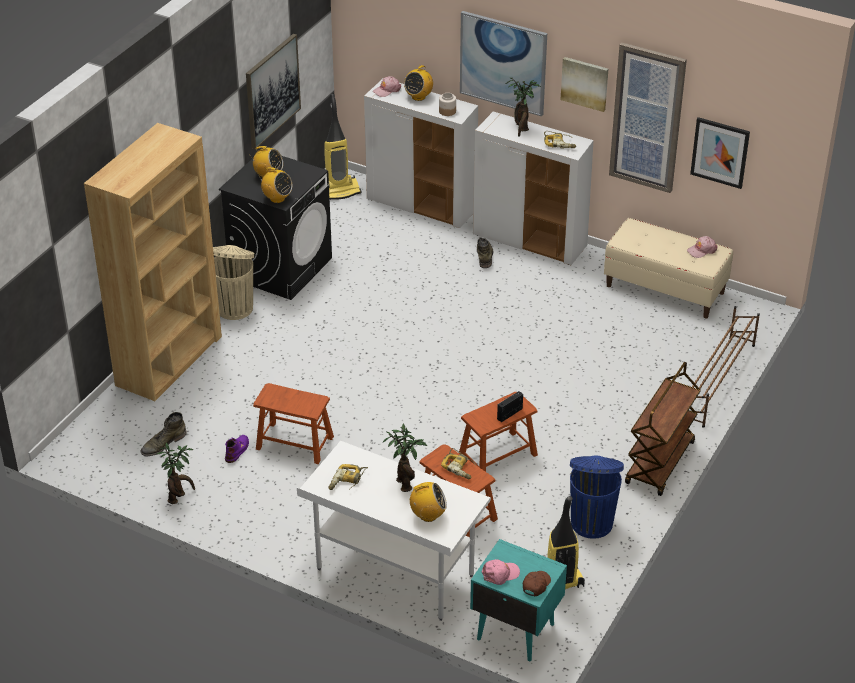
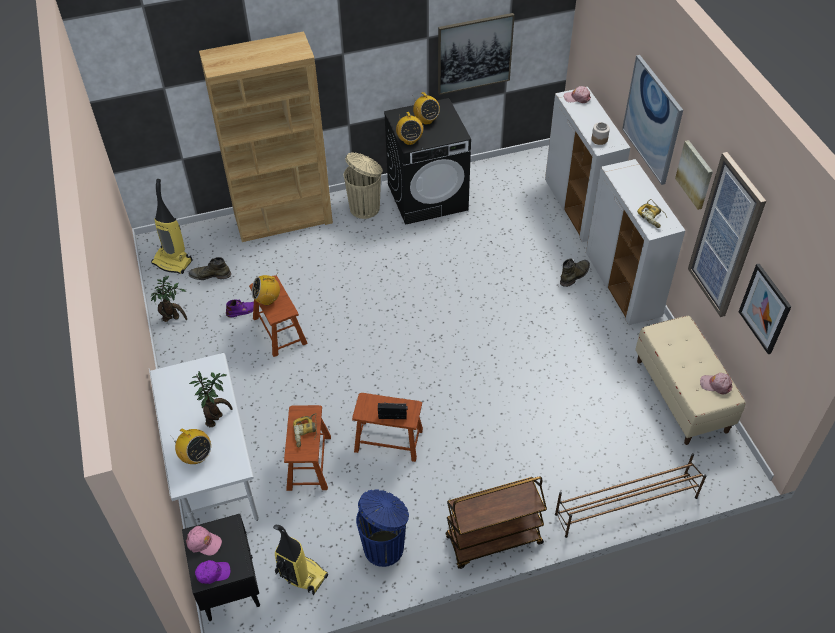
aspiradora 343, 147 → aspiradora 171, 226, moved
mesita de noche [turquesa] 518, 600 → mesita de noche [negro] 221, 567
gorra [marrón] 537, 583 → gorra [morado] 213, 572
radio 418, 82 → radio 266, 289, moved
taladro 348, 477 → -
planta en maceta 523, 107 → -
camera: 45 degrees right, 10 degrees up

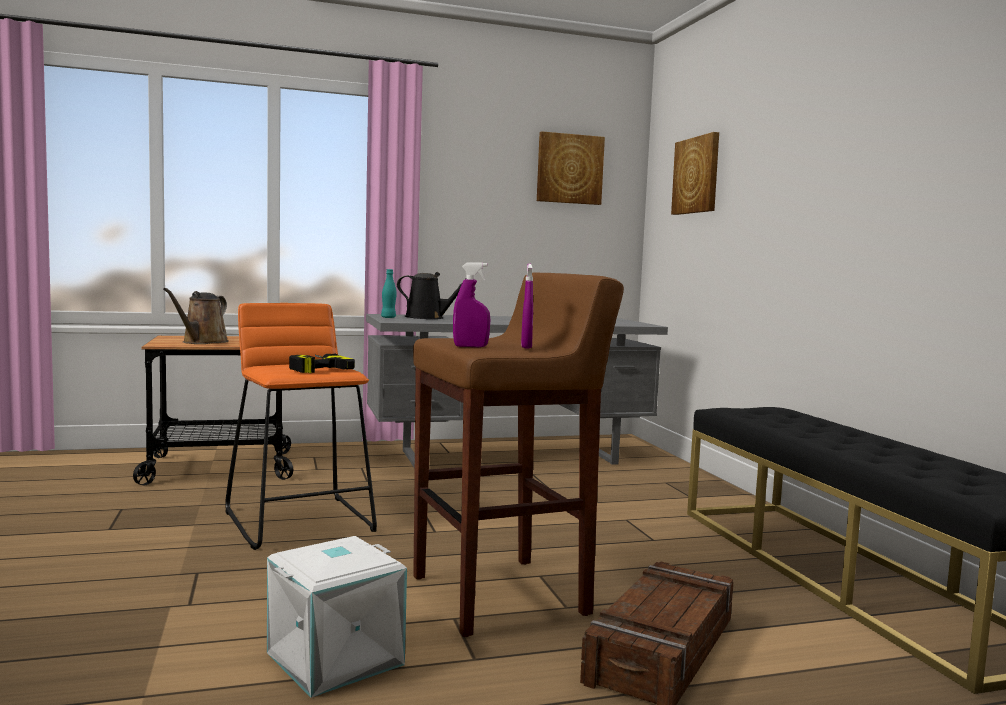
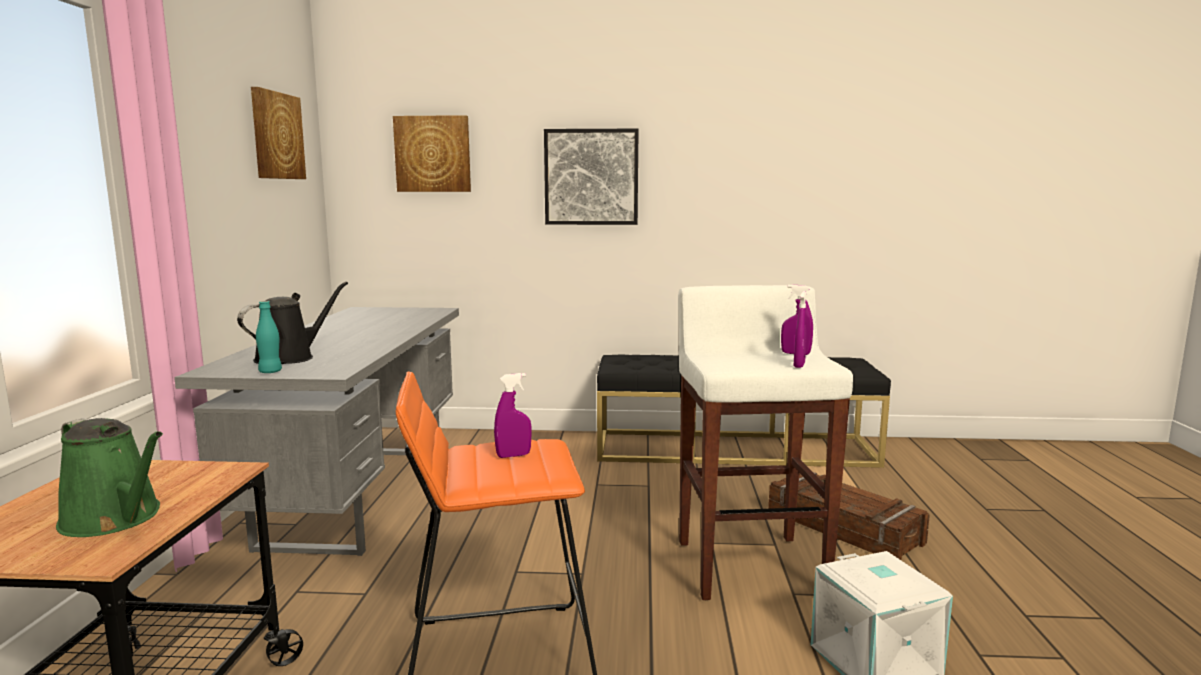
regadera [marrón] 196, 316 → regadera [verde] 109, 477
taladro 322, 363 → pulverizador [morado] 513, 415
- → cuadro 591, 177
taburete [marrón] 518, 454 → taburete [blanco] 765, 442
camera: 70 degrees left, 5 degrees up

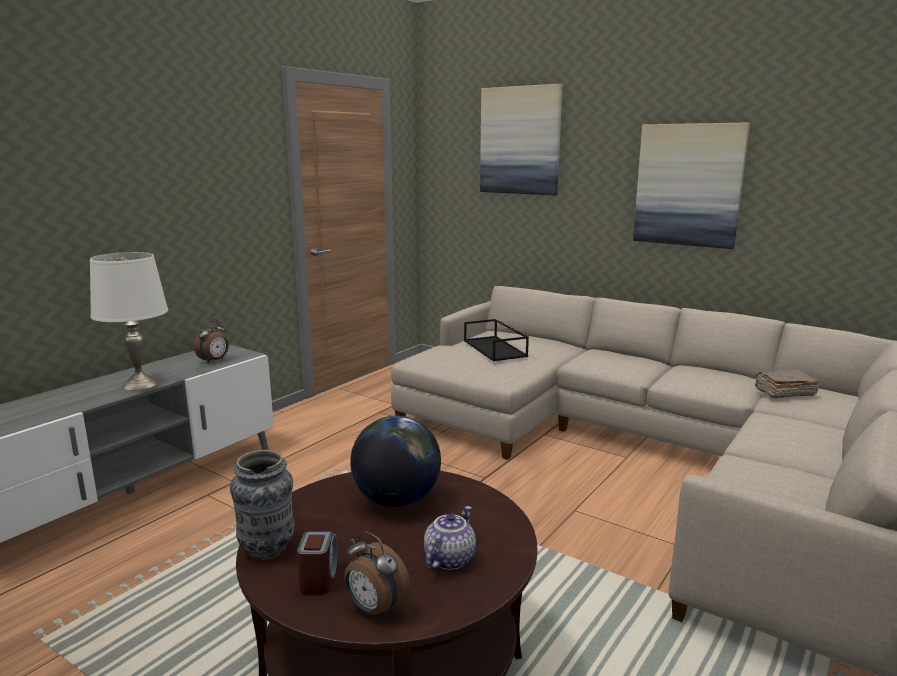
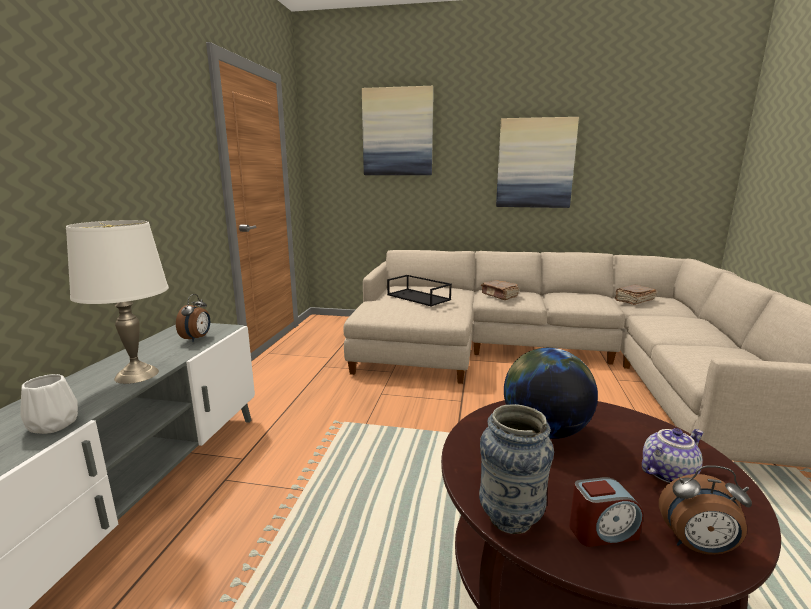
- → florero [blanco] 49, 404
- → libro [marrón] 500, 290
despertador 317, 563 → despertador 606, 512, 105 degrees clockwise
tetera 450, 538 → tetera 673, 455, 60 degrees clockwise
camera: 25 degrees left, 0 degrees up

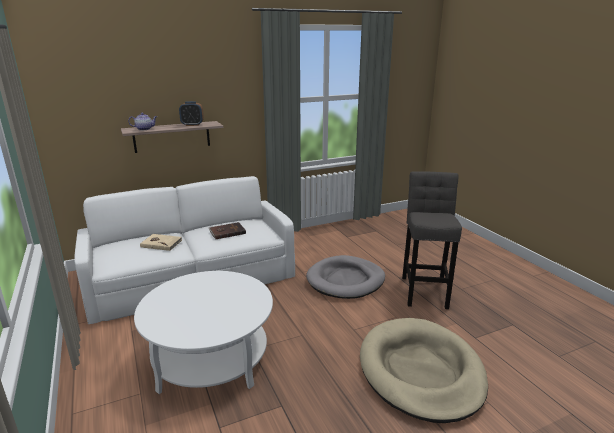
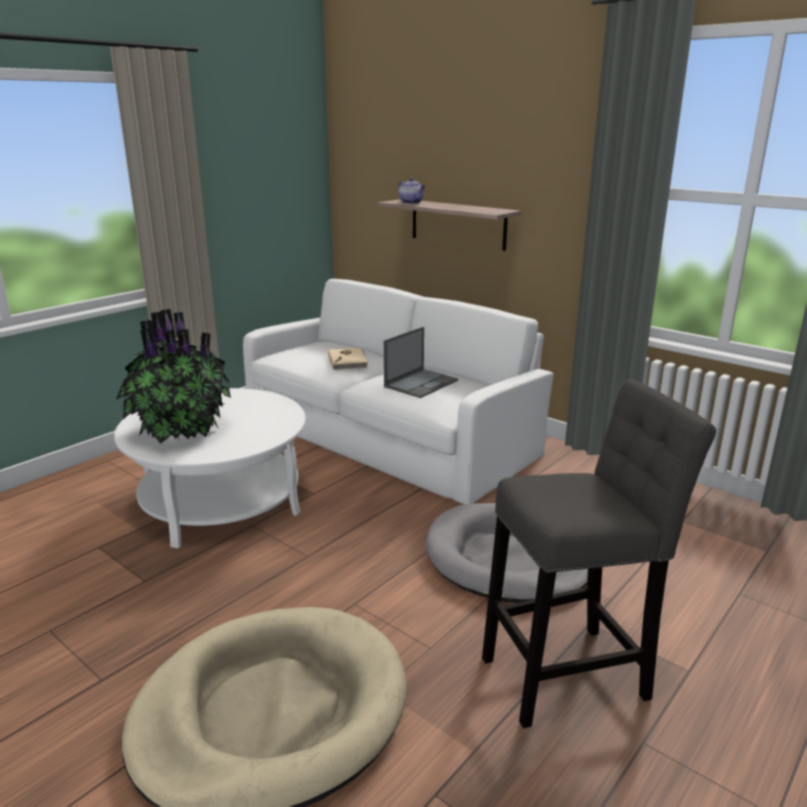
- → planta en maceta 173, 376
libro [marrón] 227, 230 → portátil 421, 362
despertador 191, 113 → -
camera: 65 degrees right, 0 degrees up

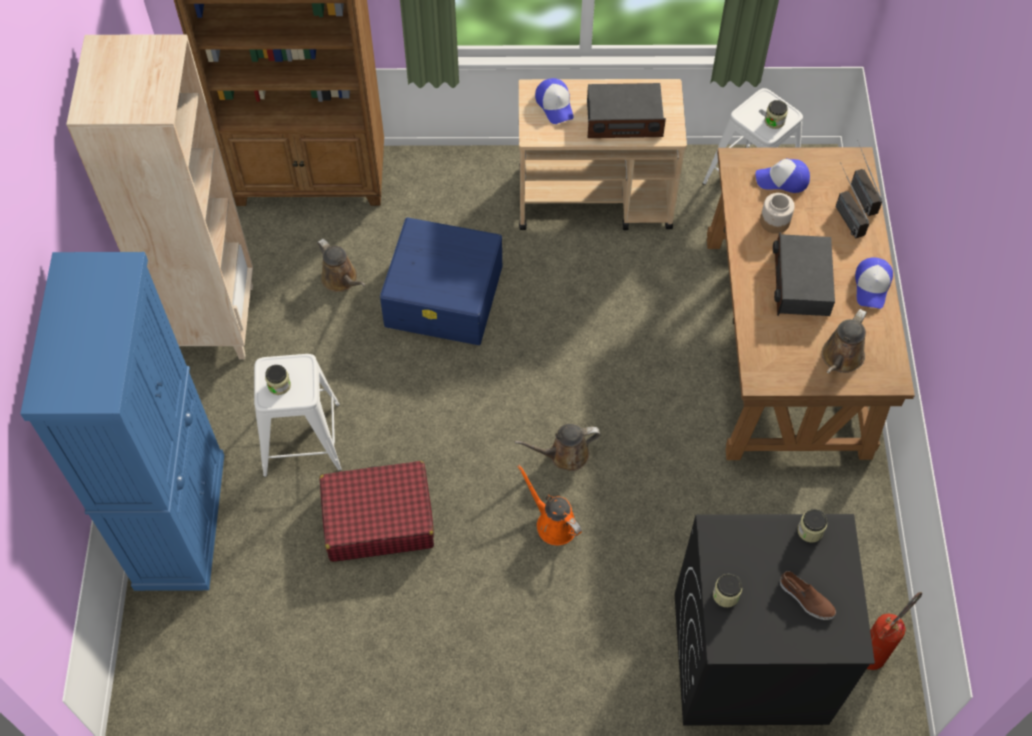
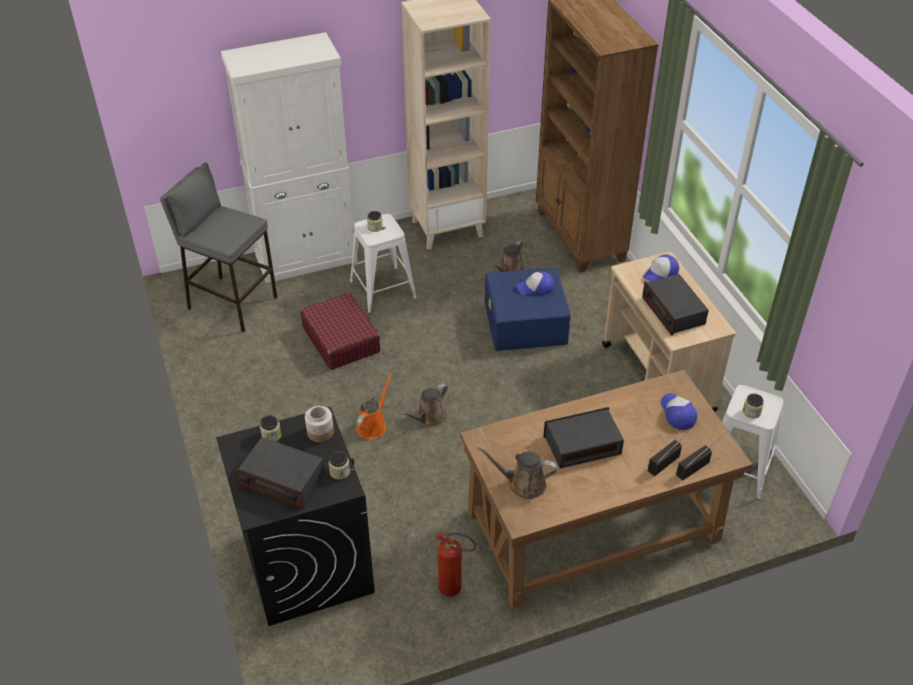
- → taburete [gris] 218, 247
armario [azul] 122, 421 → armario [blanco] 289, 157
zapato [marrón] 808, 595 → radio 280, 473
tarro 777, 213 → tarro 319, 424, moved
regadera [marrón] 557, 447 → regadera [marrón] 424, 404, 105 degrees counterclockwise
extintor 894, 631 → extintor 455, 564, moved
gorra 874, 283 → gorra 535, 283, moved
camera: 70 degrees right, 15 degrees down

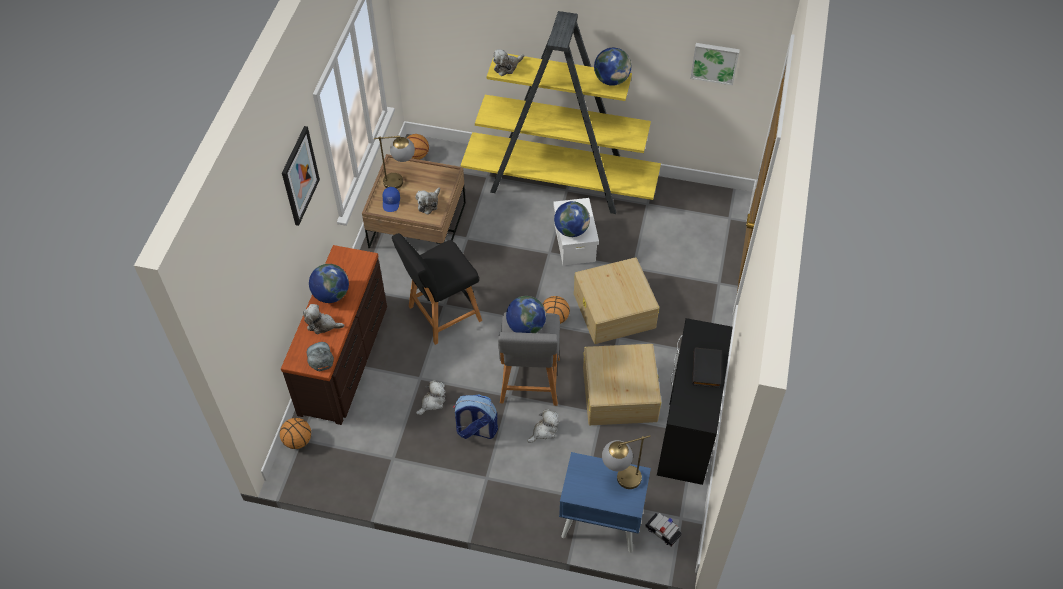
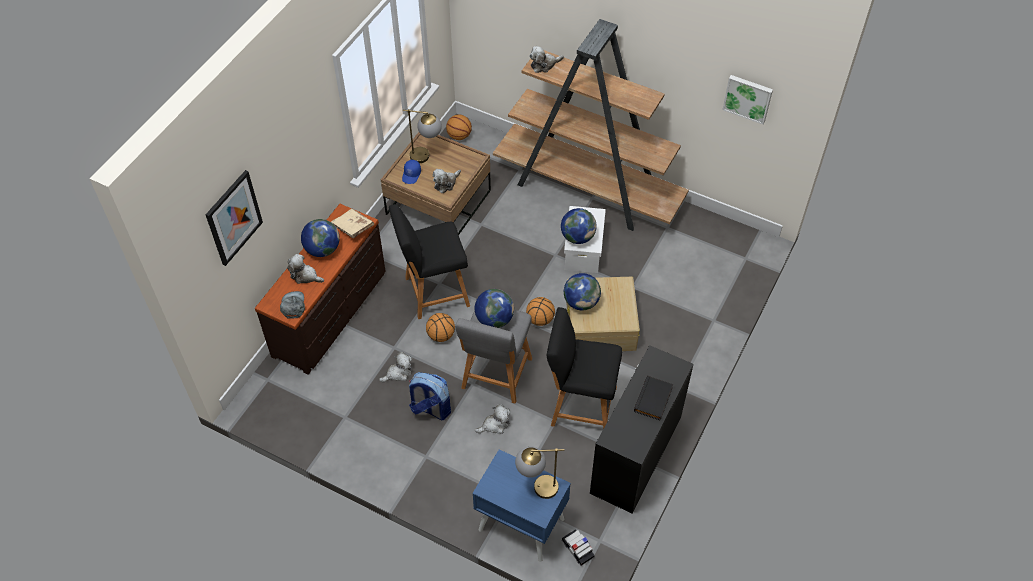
cuadro 301, 176 → cuadro 234, 218, moved
- → libro [beis] 352, 223
balón de baloncesto 295, 433 → balón de baloncesto 440, 327, moved
estantería [amarillo] 561, 112 → estantería [marrón] 591, 125
caja de almacenaje [beis] 622, 384 → taburete [negro] 584, 368
globo terráqueo 612, 67 → globo terráqueo 582, 291, moved
camera: 15 degrees right, 0 degrees up

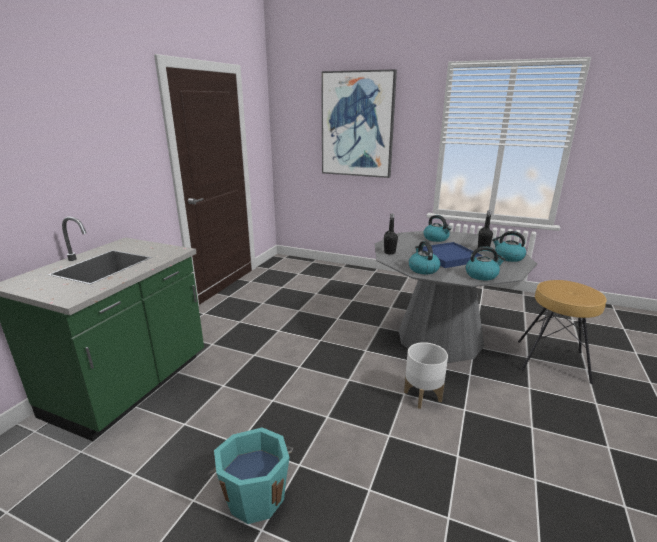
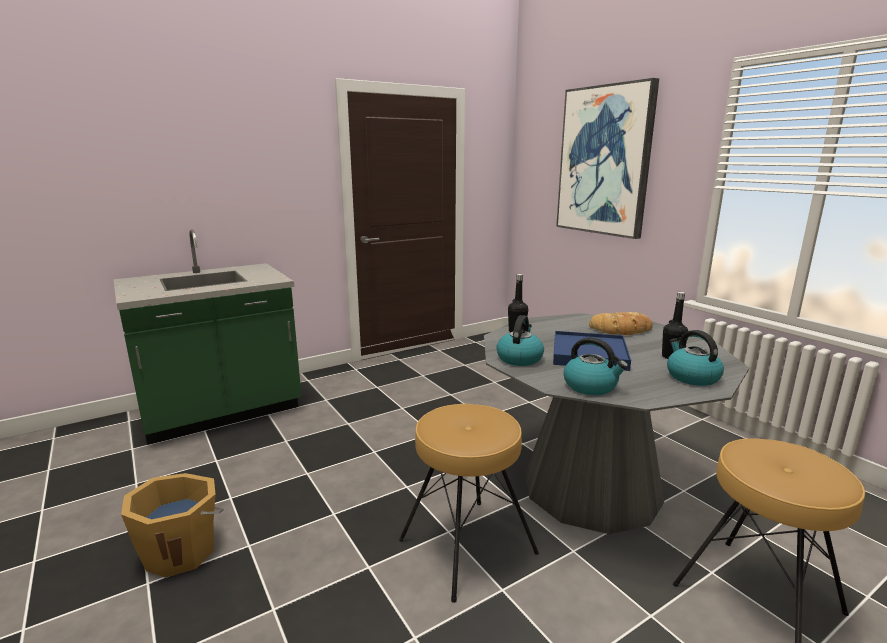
cubo [turquesa] 251, 475 → cubo [naranja] 172, 525
maceta [blanco] 426, 375 → taburete [marrón] 469, 503
hervidor 438, 228 → pan 621, 323
camera: 35 degrees right, 5 degrees down

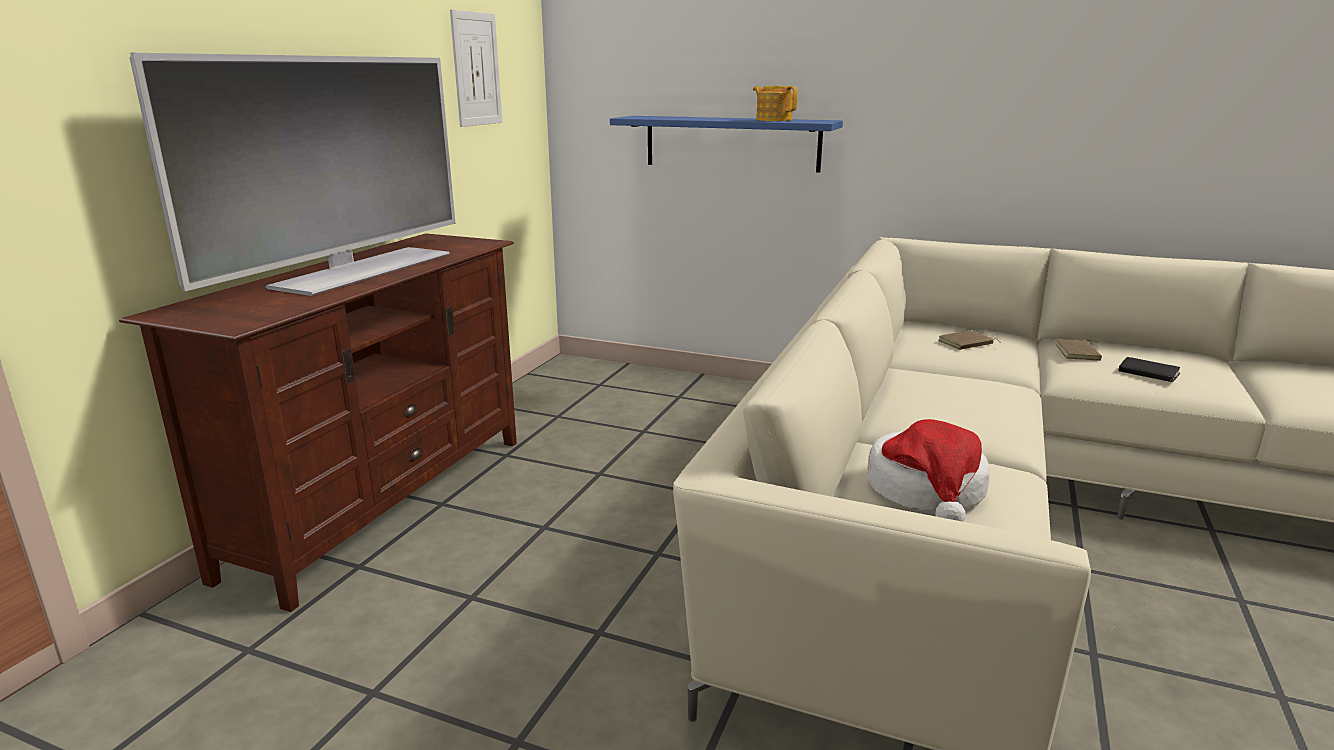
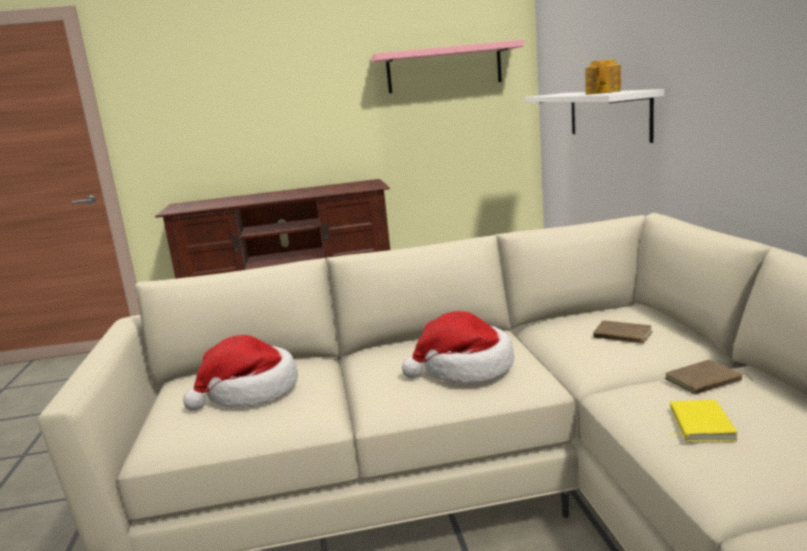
cuadro 476, 68 → estante [rosa] 447, 66
- → sombrero 458, 347
estante [azul] 726, 144 → estante [blanco] 594, 116
libro [negro] 1149, 369 → libro [amarillo] 703, 421
televisor 292, 174 → -
camera: 60 degrees right, 5 degrees down

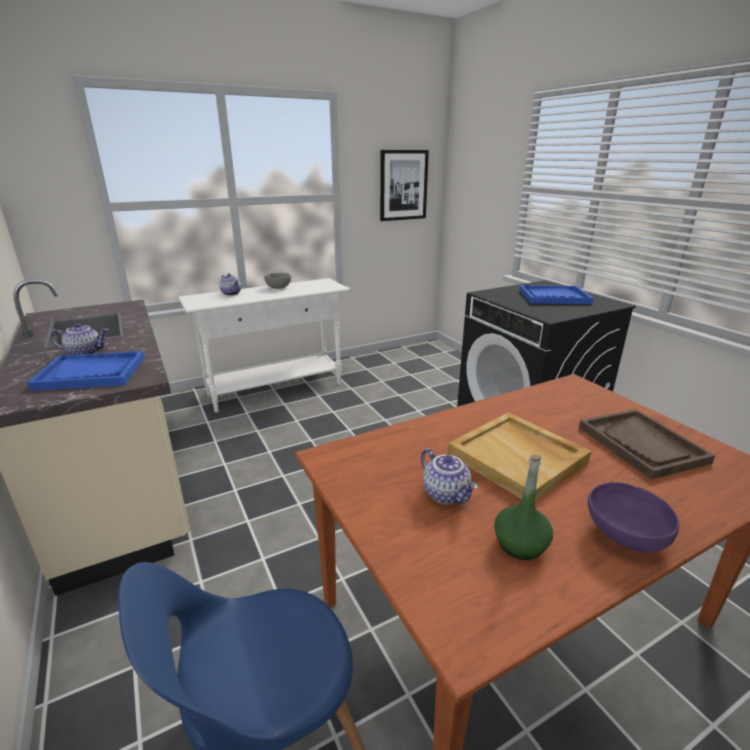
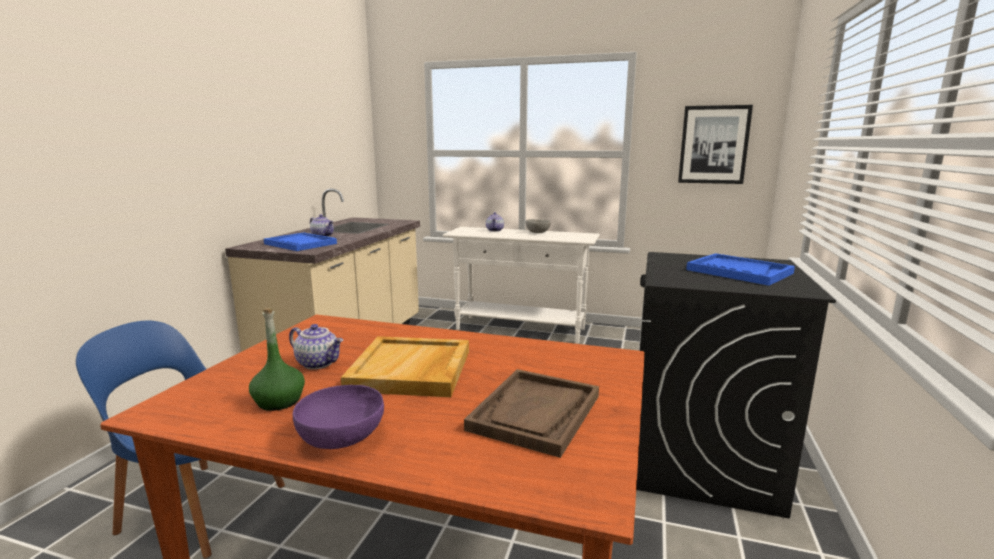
tetera 449, 476 → tetera 316, 346, 75 degrees counterclockwise
camera: 45 degrees right, 10 degrees down

